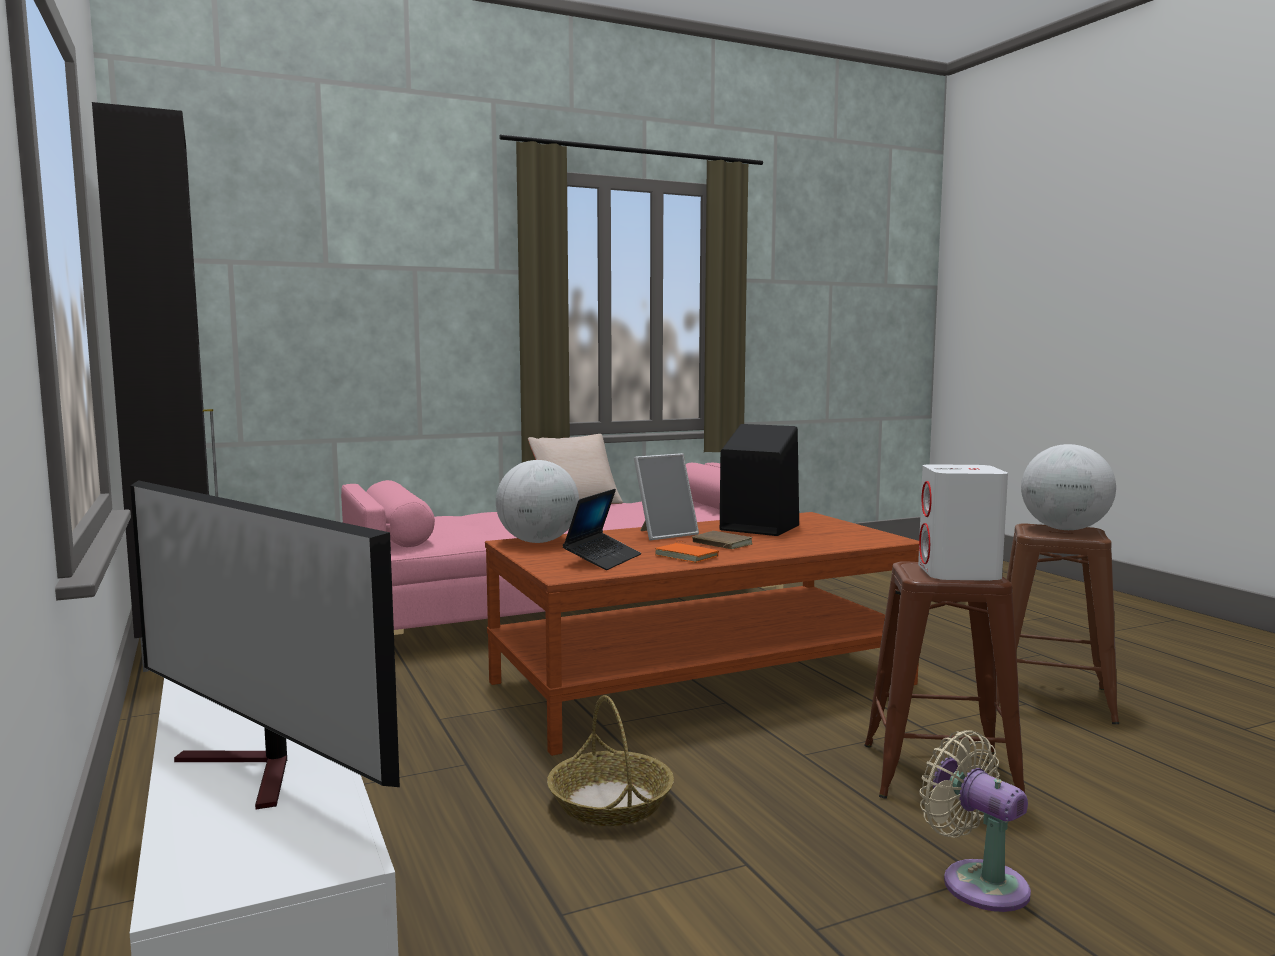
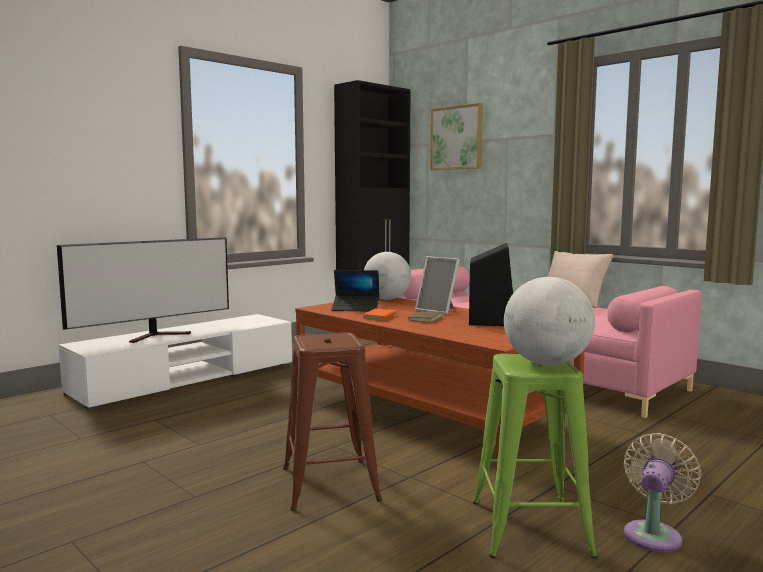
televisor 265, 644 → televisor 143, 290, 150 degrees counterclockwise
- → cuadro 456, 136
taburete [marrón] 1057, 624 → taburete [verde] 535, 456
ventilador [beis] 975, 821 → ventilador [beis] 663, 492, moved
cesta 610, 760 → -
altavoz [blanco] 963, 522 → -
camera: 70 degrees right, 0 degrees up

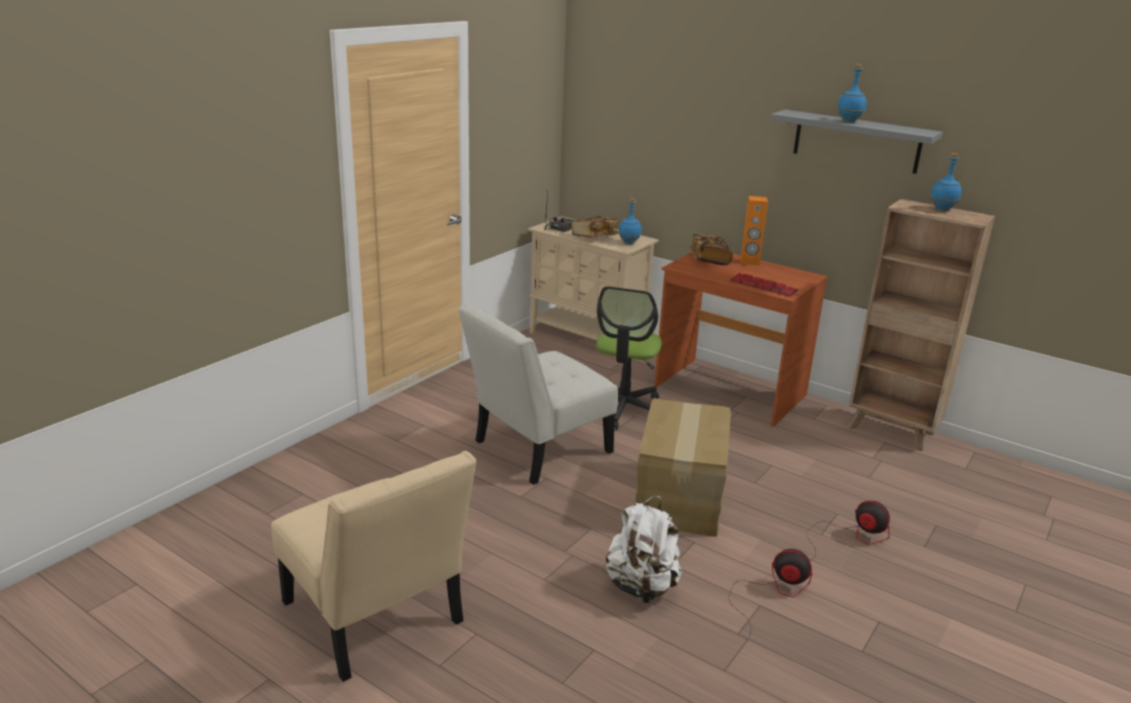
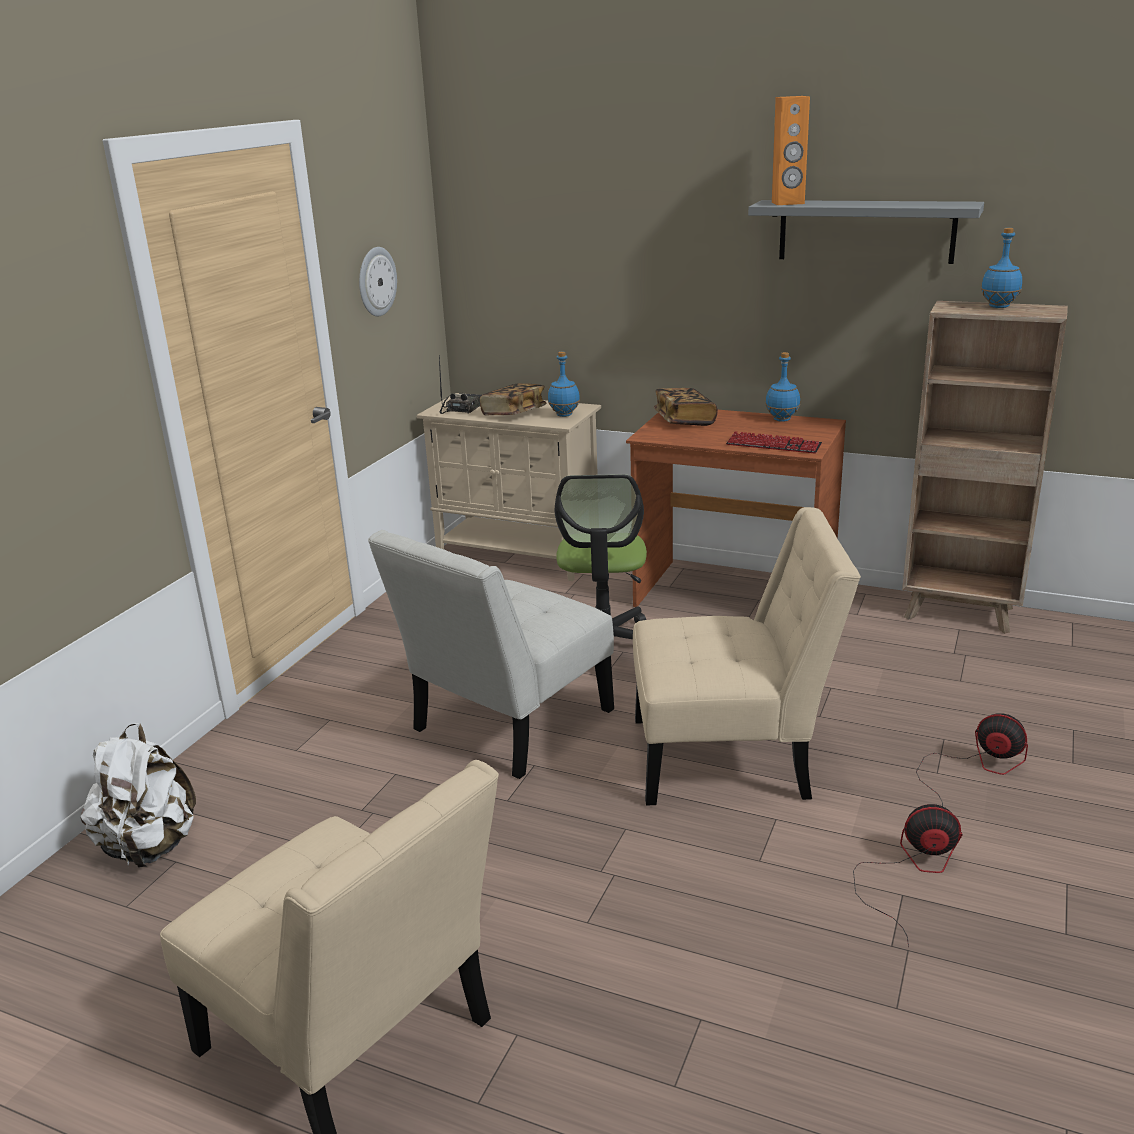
mochila [blanco] 644, 549 → mochila [blanco] 138, 795, moved
- → reloj de pared 378, 281
caja de cartón 683, 467 → silla [beis] 747, 656
botella [azul] 851, 94 → botella [azul] 782, 387, moved
altavoz [naranja] 754, 231 → altavoz [naranja] 791, 150, moved
camera: 10 degrees left, 0 degrees up

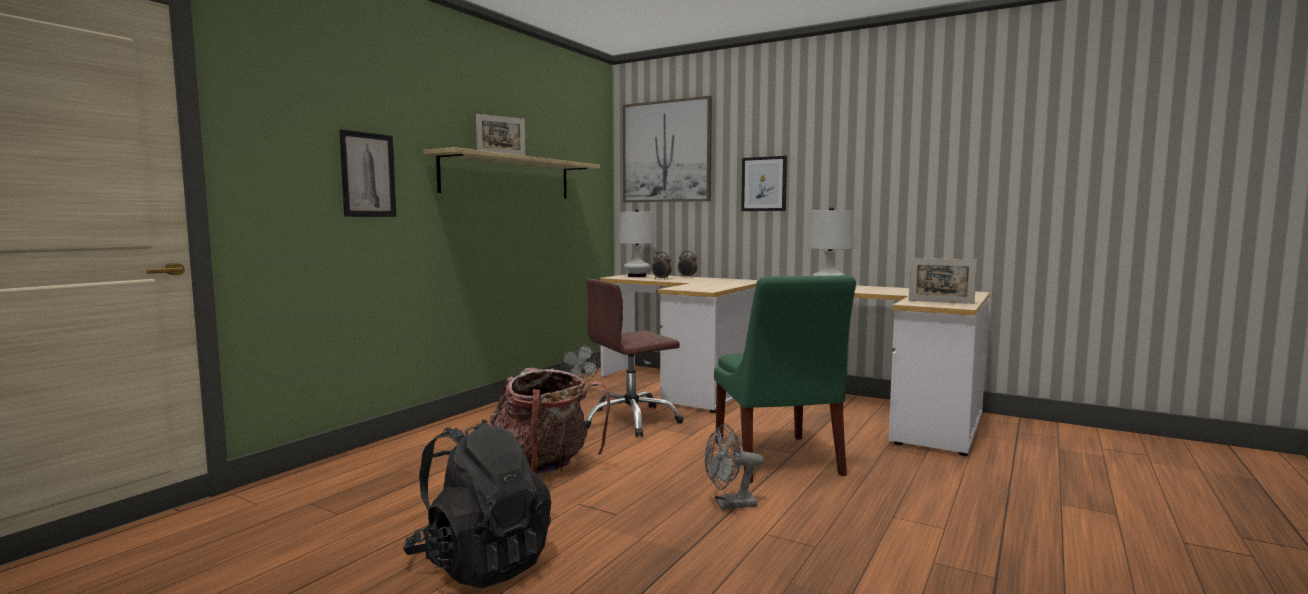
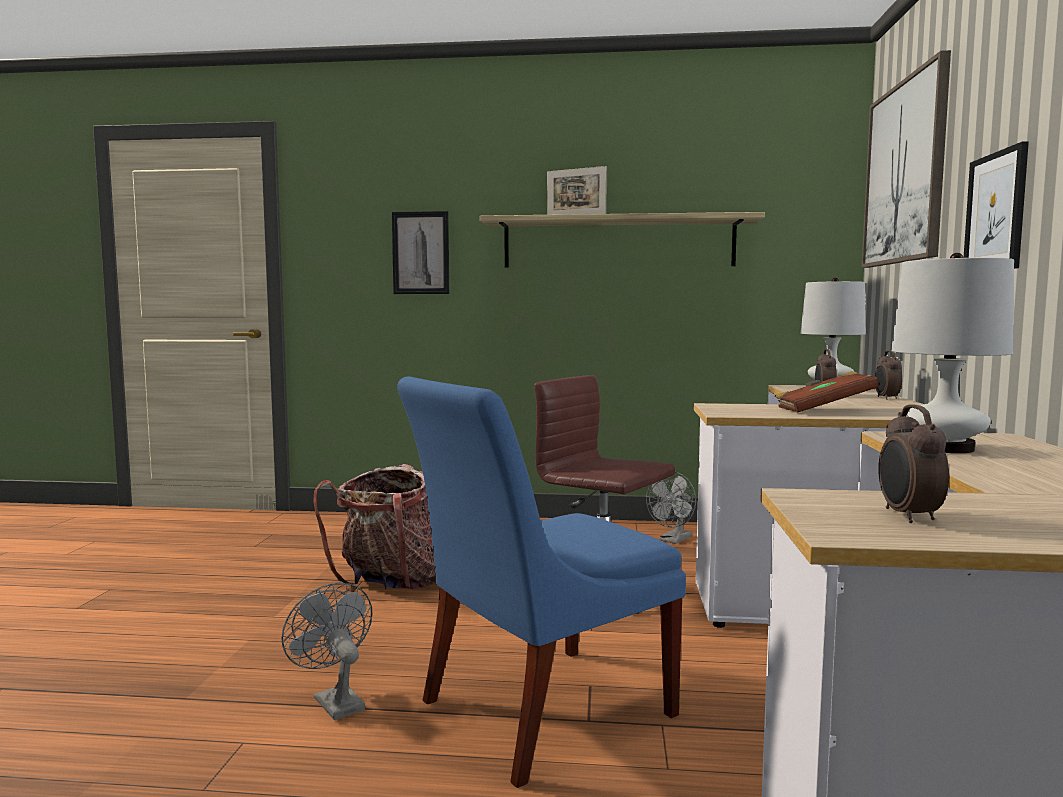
silla [verde] 785, 379 → silla [azul] 541, 582
- → libro [marrón] 827, 392
portarretratos 943, 281 → despertador 913, 464
mochila [negro] 477, 503 → -
camera: 65 degrees right, 0 degrees up

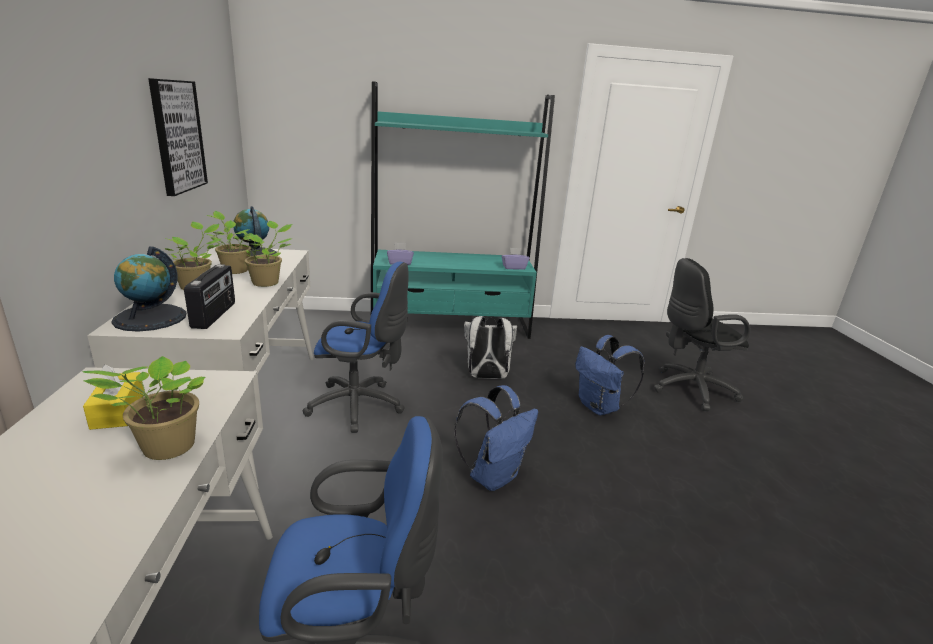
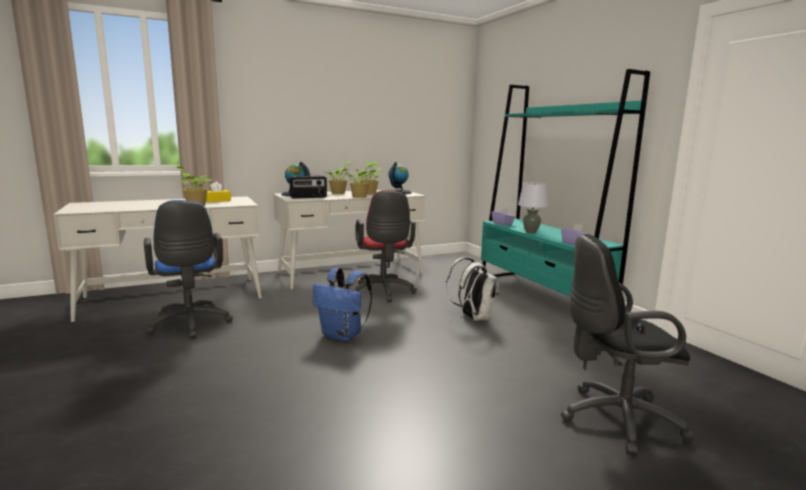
silla de oficina [azul] 356, 347 → silla de oficina [rojo] 385, 246
- → lámpara de mesa [gris] 533, 207
silla de oficina [negro] 702, 334 → silla de oficina [negro] 627, 345, 60 degrees counterclockwise
cuadro 178, 137 → -
mochila [azul] 609, 375 → -
camera: 70 degrees right, 10 degrees down

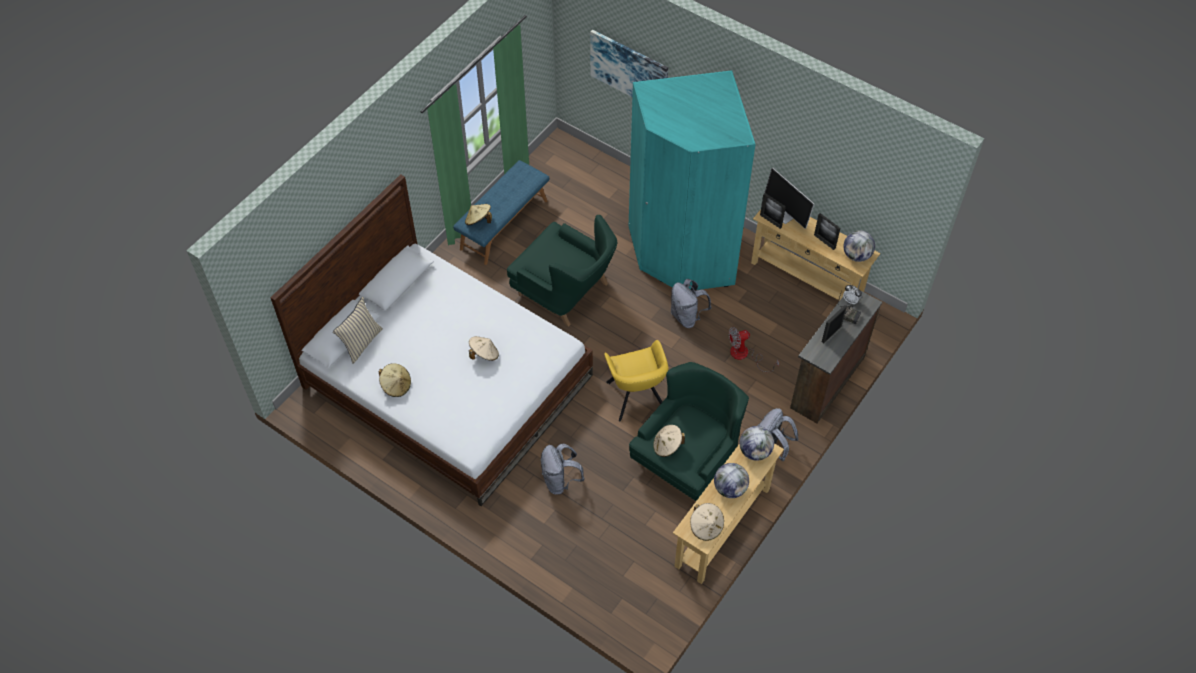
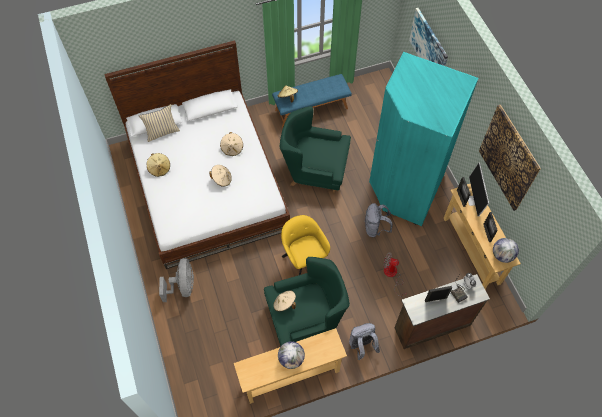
- → ventilador [gris] 176, 280
sombrero [beis] 707, 522 → sombrero [beis] 231, 144, moved
sillón [verde] 562, 271 → sillón [verde] 315, 149, 120 degrees clockwise
sillón [amarillo] 636, 380 → sillón [amarillo] 305, 245, 135 degrees clockwise
- → cuadro 510, 158
mochila [gris] 563, 469 → -
globo terráqueo 756, 443 → -
camera: 35 degrees right, 5 degrees up

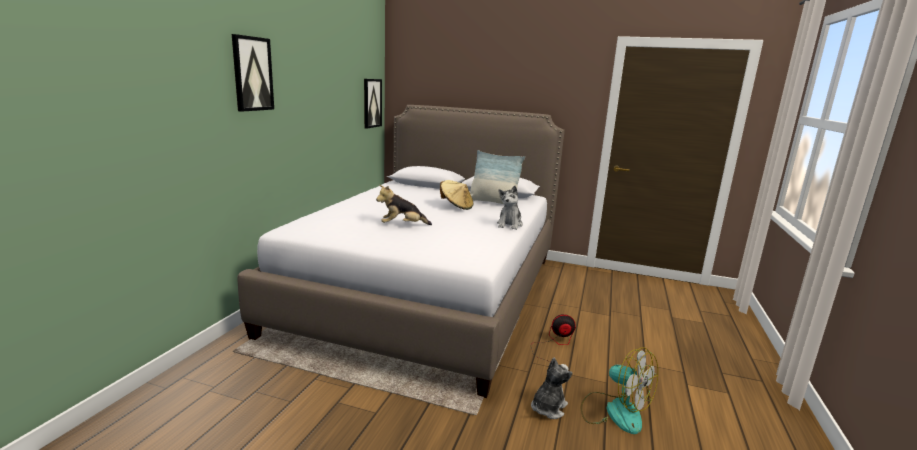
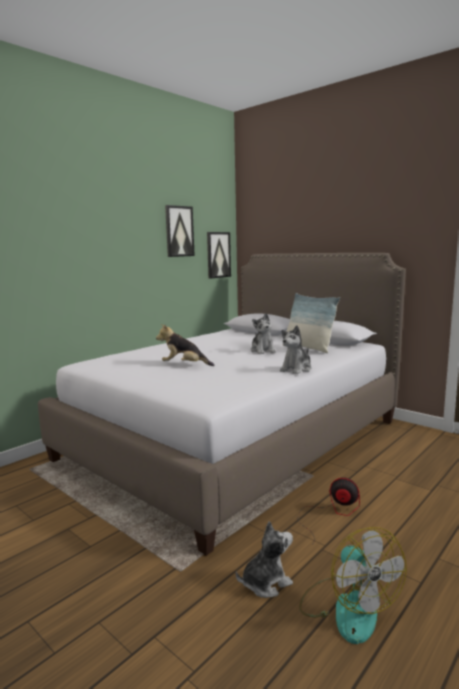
cuadro 253, 73 → cuadro 180, 231, moved
sombrero [beis] 457, 195 → peluche 263, 333
camera: 25 degrees right, 5 degrees down

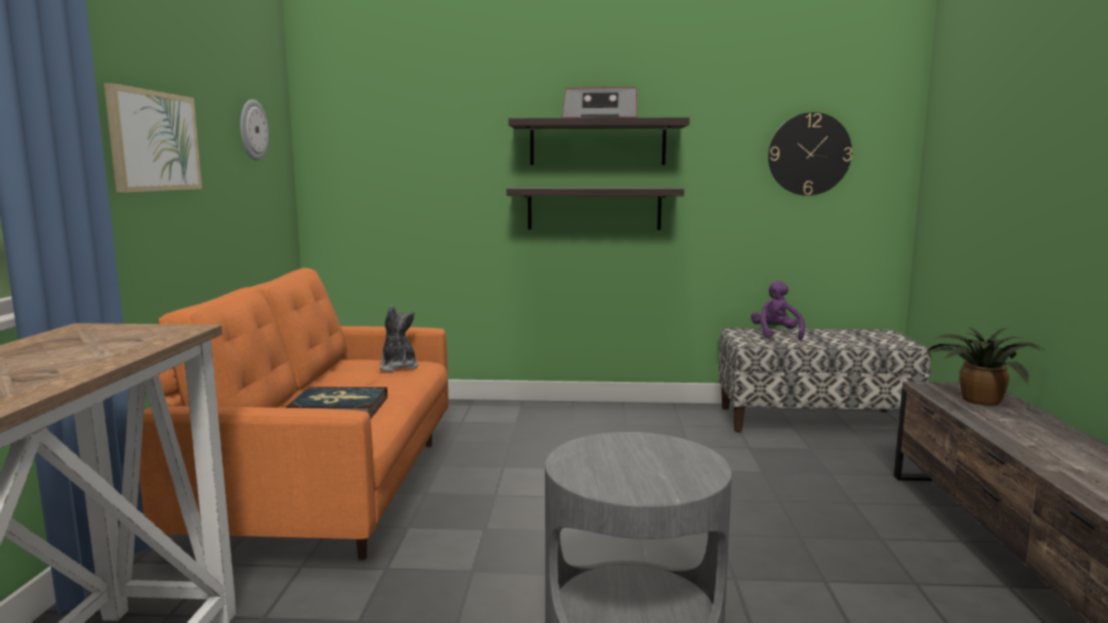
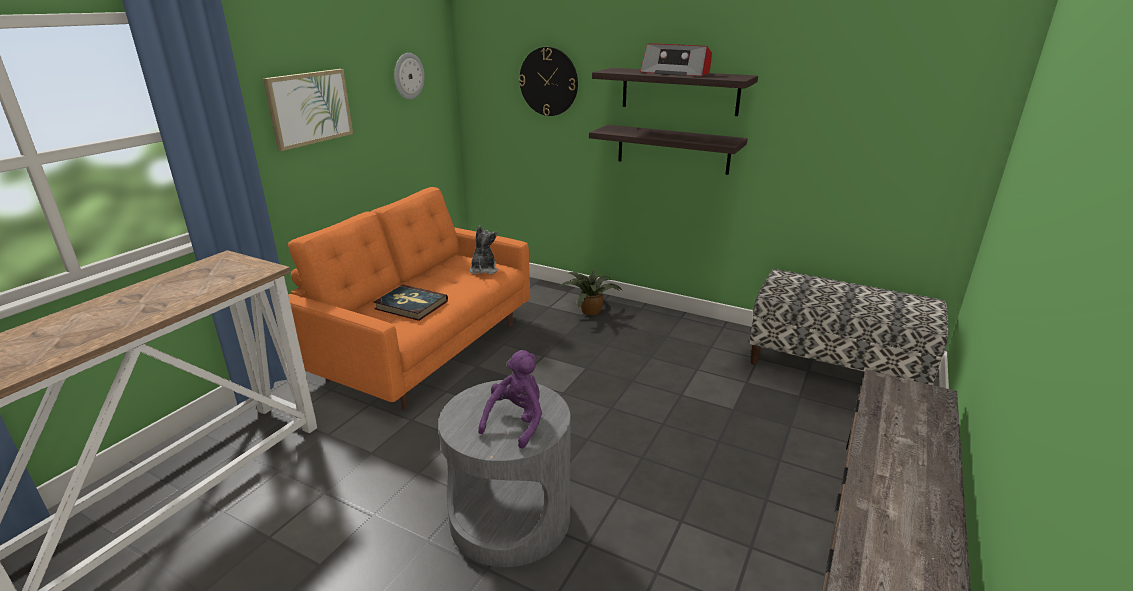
peluche [morado] 778, 310 → peluche [morado] 510, 399, moved
reloj de pared 810, 154 → reloj de pared 548, 81, moved
planta en maceta 981, 366 → planta en maceta 591, 292, moved
camera: 25 degrees right, 15 degrees up

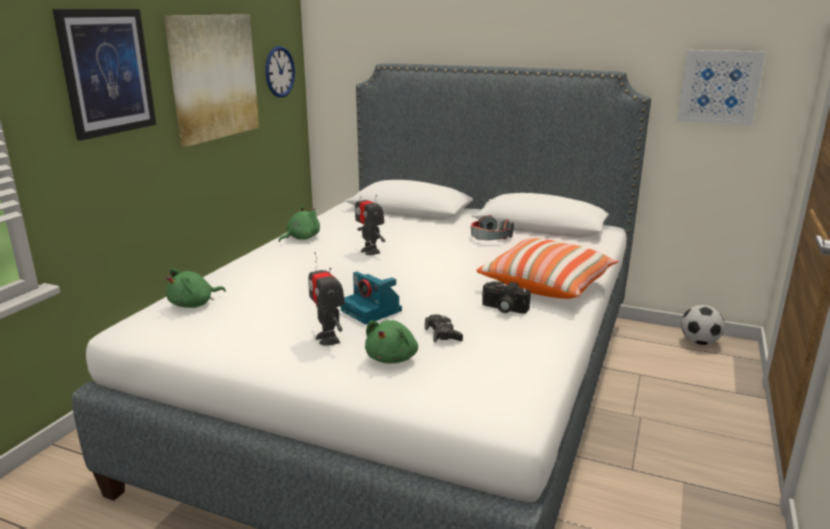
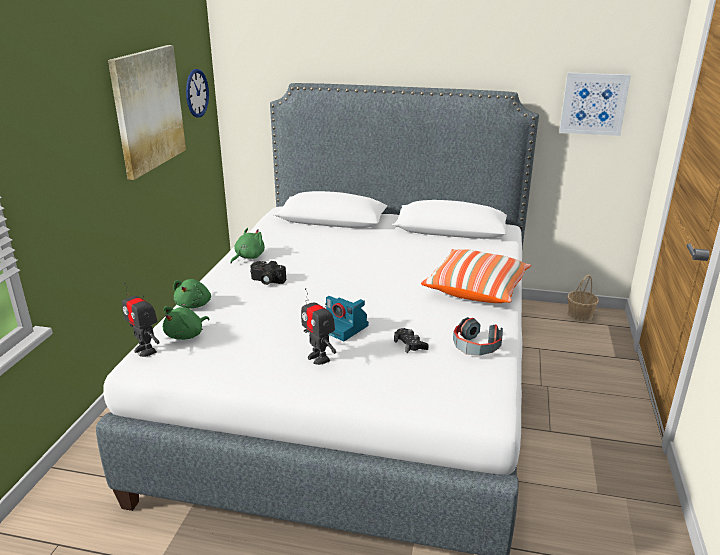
robot de juguete 370, 221 → robot de juguete 141, 320, moved
peluche [verde] 391, 342 → peluche [verde] 192, 294, moved
cámara 506, 297 → cámara 268, 273, moved
auriculares 492, 227 → auriculares 478, 336, moved
balón de fútbol 703, 325 → cesta 583, 298
cuadro 104, 74 → -
camera: 10 degrees left, 5 degrees up

